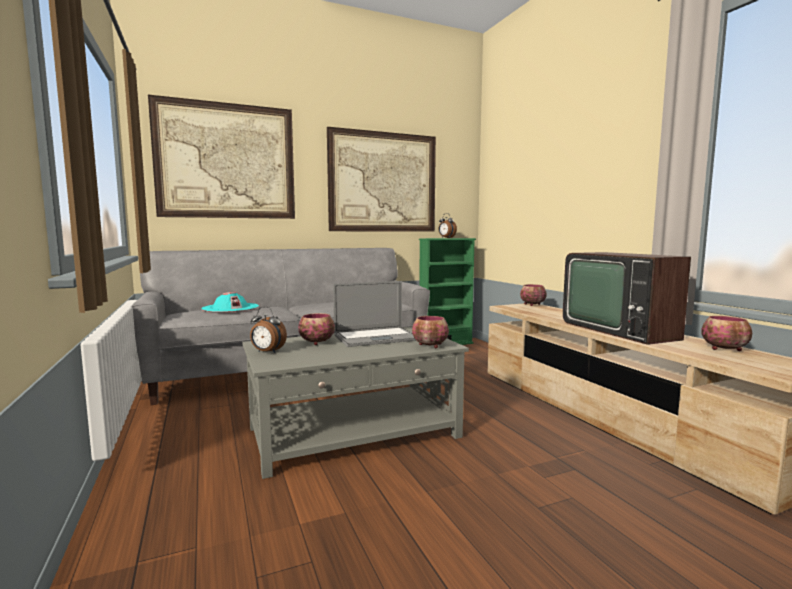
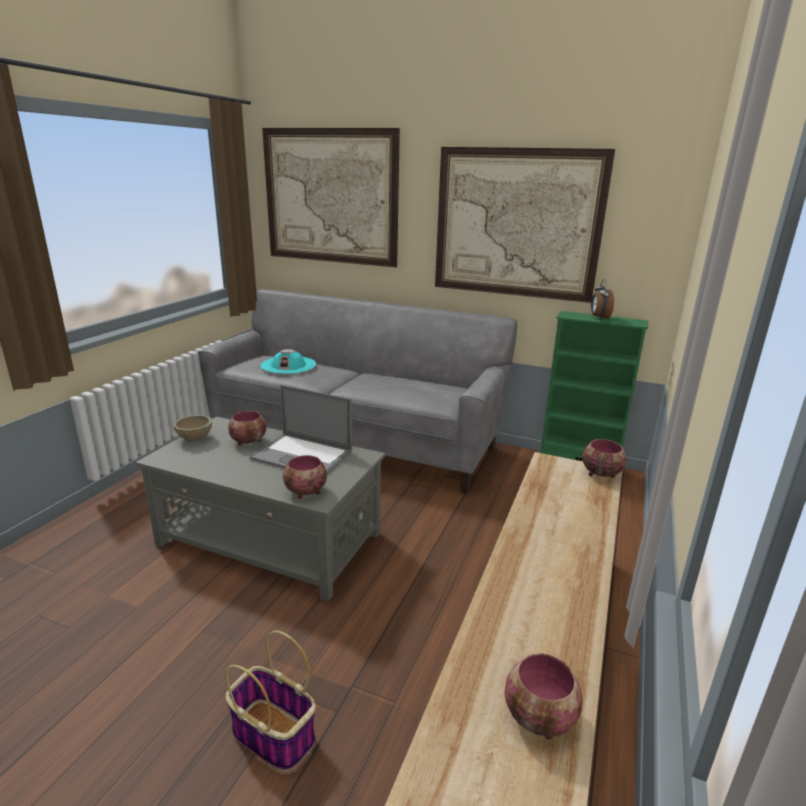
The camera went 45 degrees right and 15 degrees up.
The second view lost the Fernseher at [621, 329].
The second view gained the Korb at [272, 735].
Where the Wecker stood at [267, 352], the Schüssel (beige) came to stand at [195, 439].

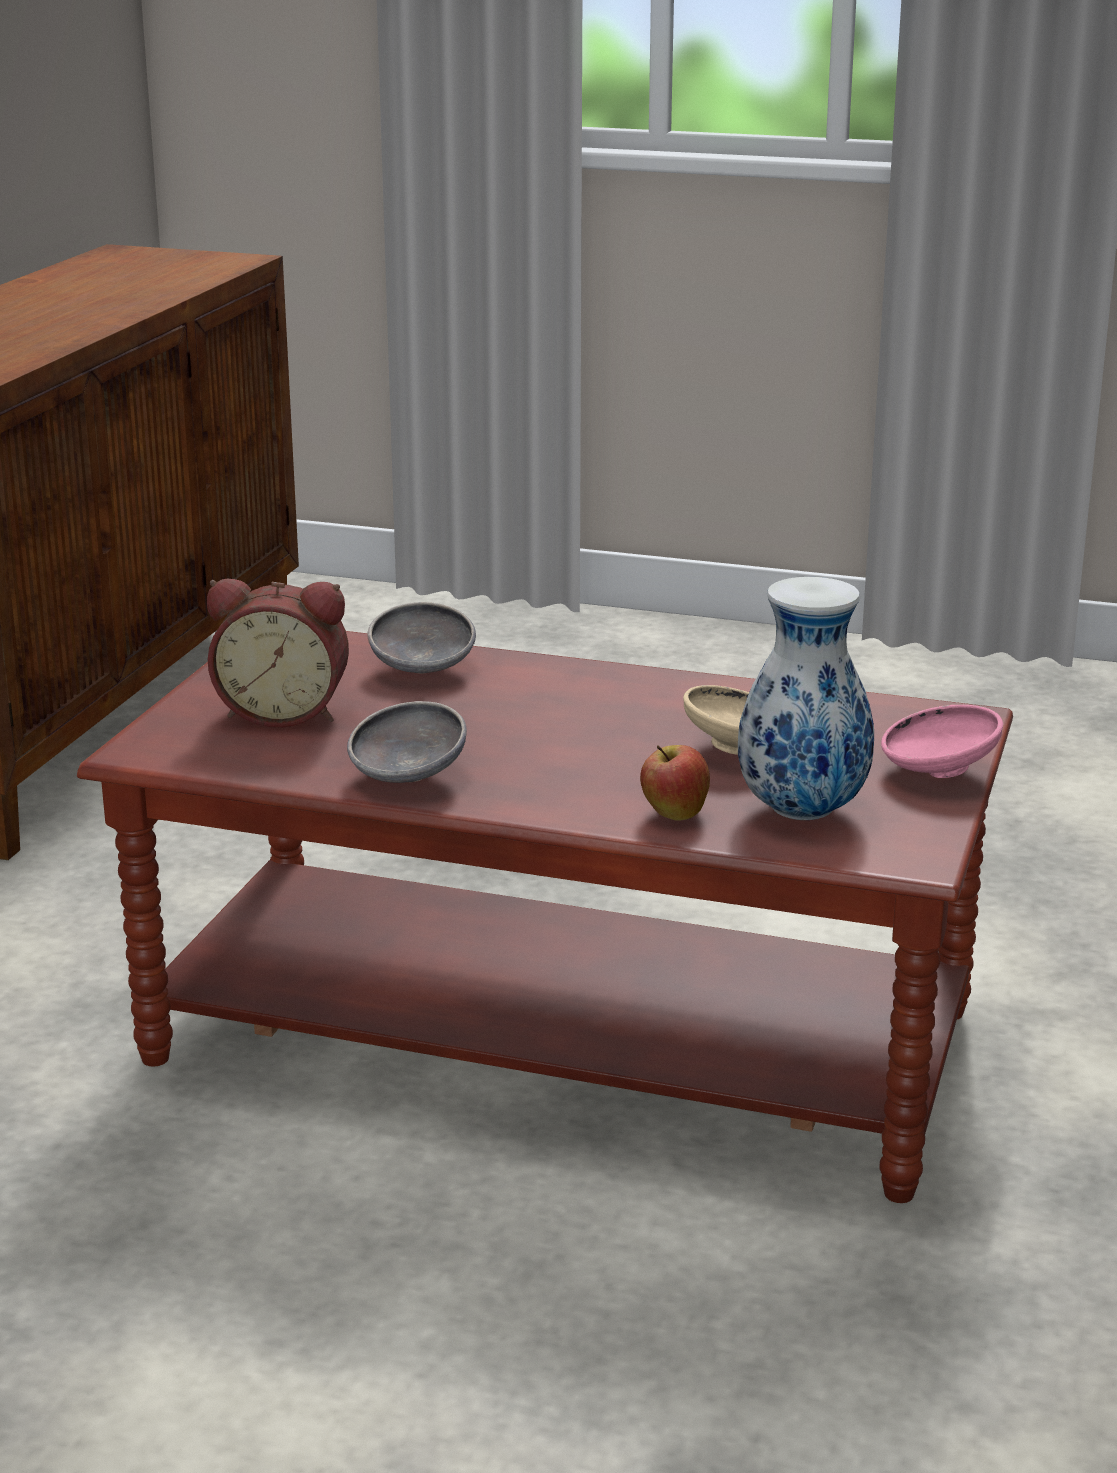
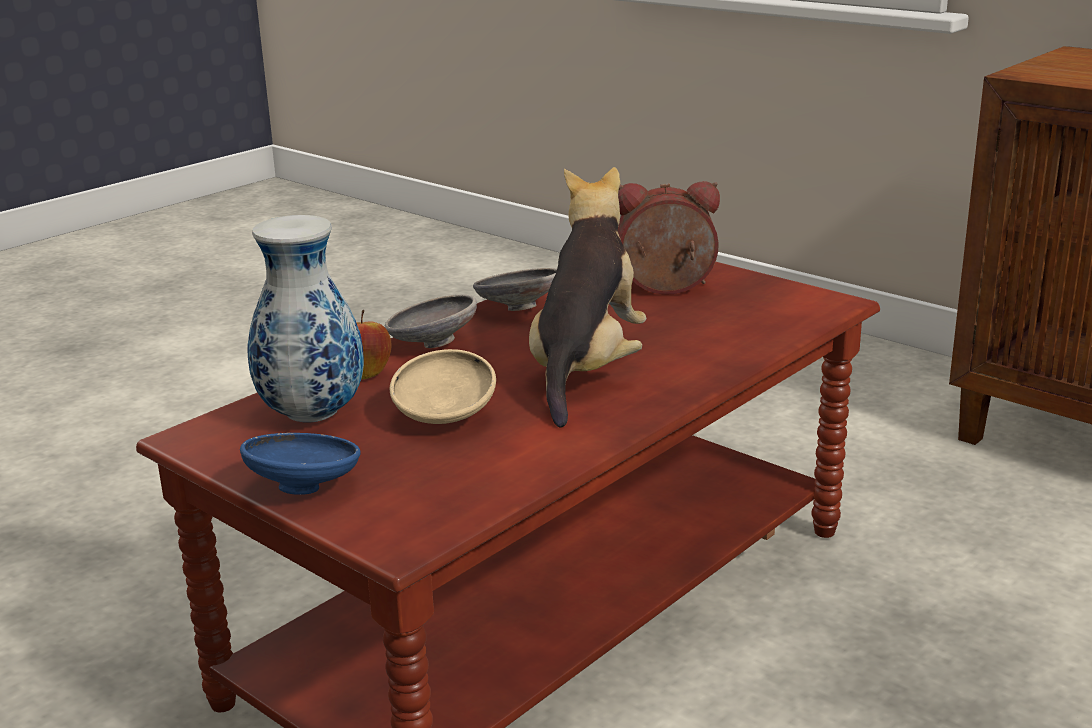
The camera went 115 degrees right and 0 degrees up.
The second view gained the Plüschtier at [586, 370].
The Schüssel (grau) ended up elsewhere, having gone from [422, 671] to [431, 344].
What was the Schüssel (rosa) at [936, 773] turned into the Schüssel (blau) at [306, 487].
The Wecker at [284, 712] ended up facing another way, 60 degrees clockwise from before.

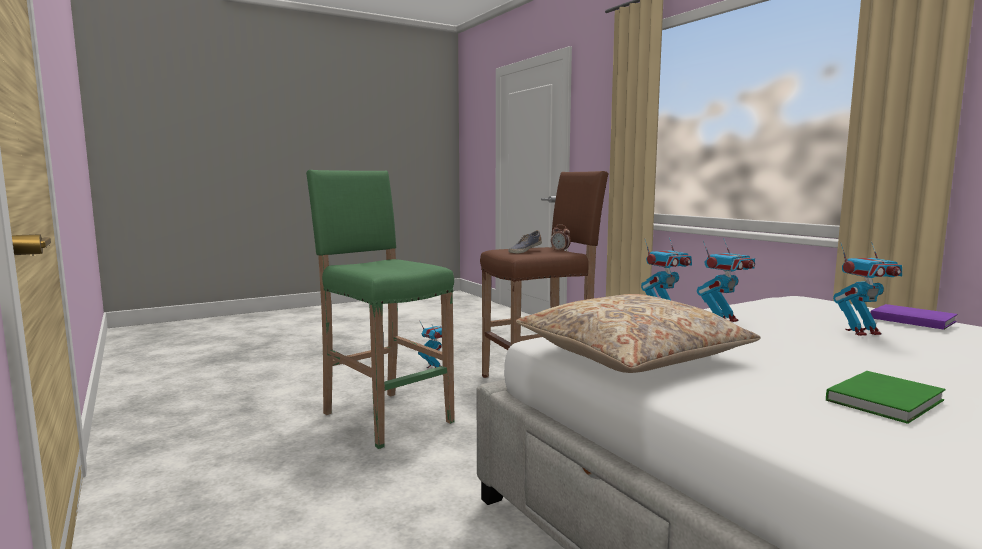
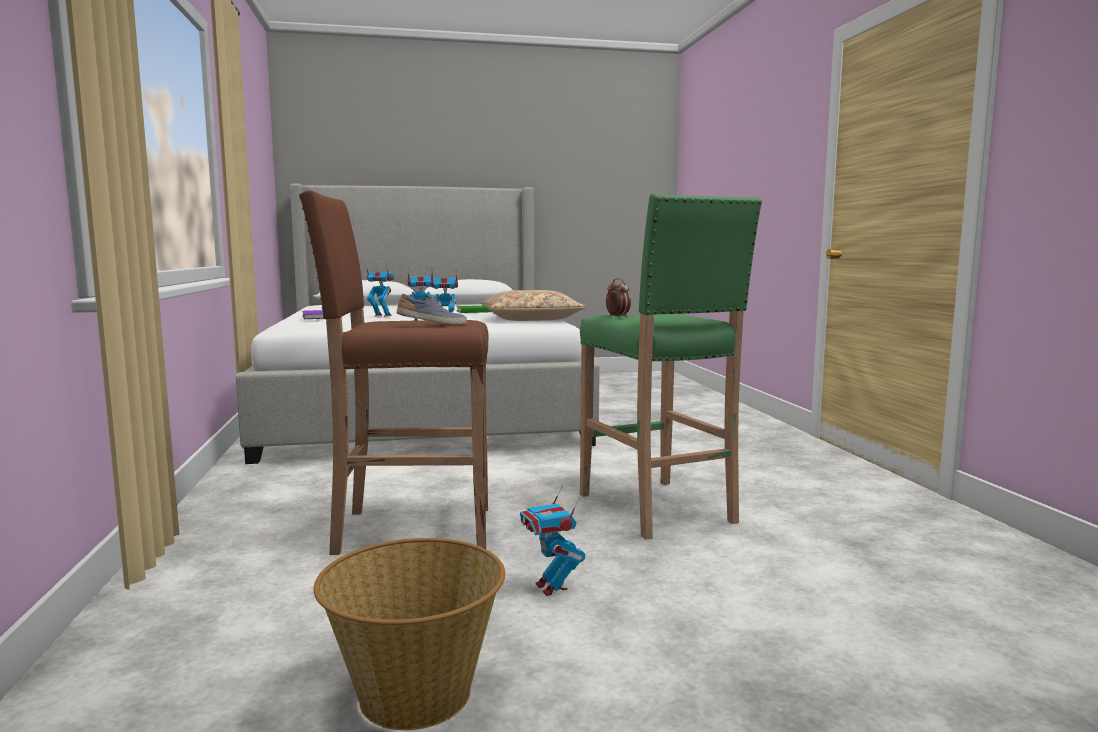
The camera went 160 degrees left and 0 degrees up.
The second view gained the Korb at [415, 696].
The Wecker ended up elsewhere, having gone from [560, 251] to [617, 317].

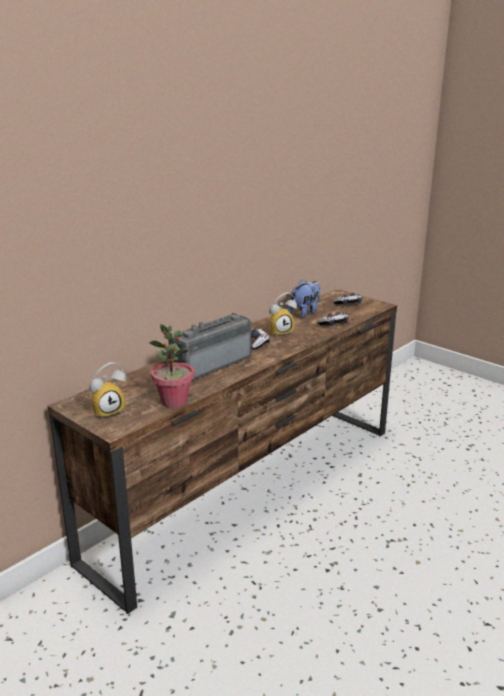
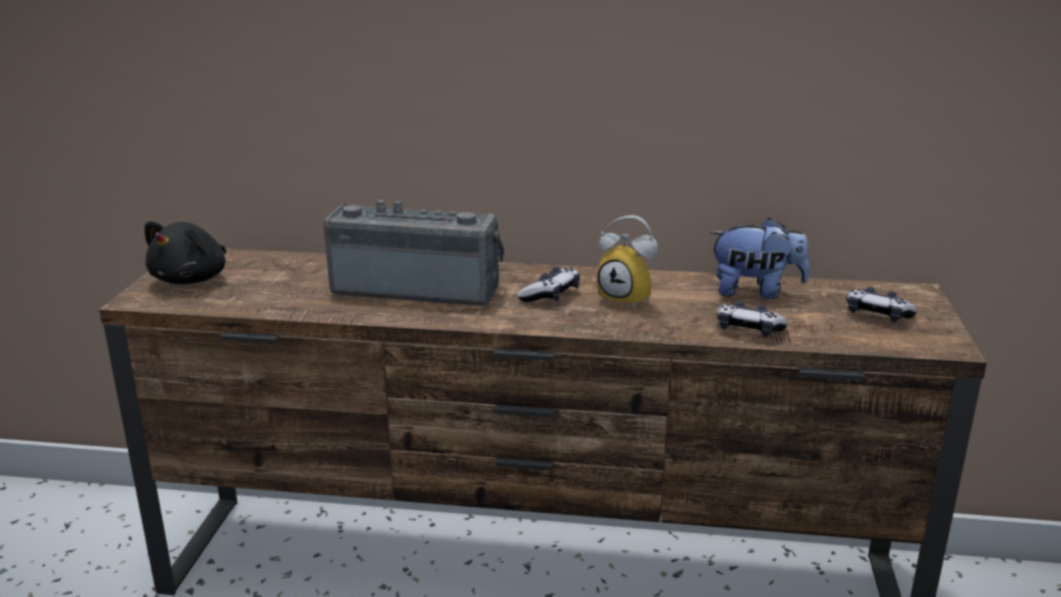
The camera went 55 degrees right and 0 degrees up.
The second view lost the Topfpflanze at [174, 401].
Where the Wecker stood at [108, 411], the Plüschtier (schwarz) came to stand at [192, 279].

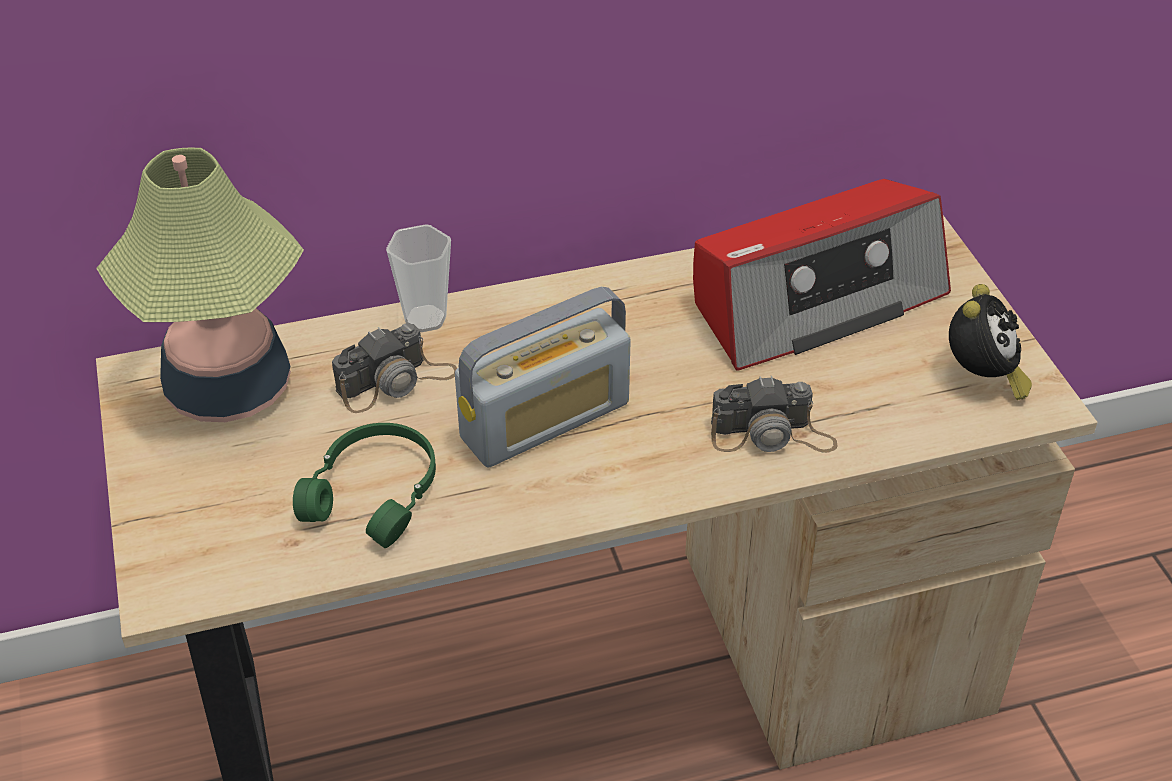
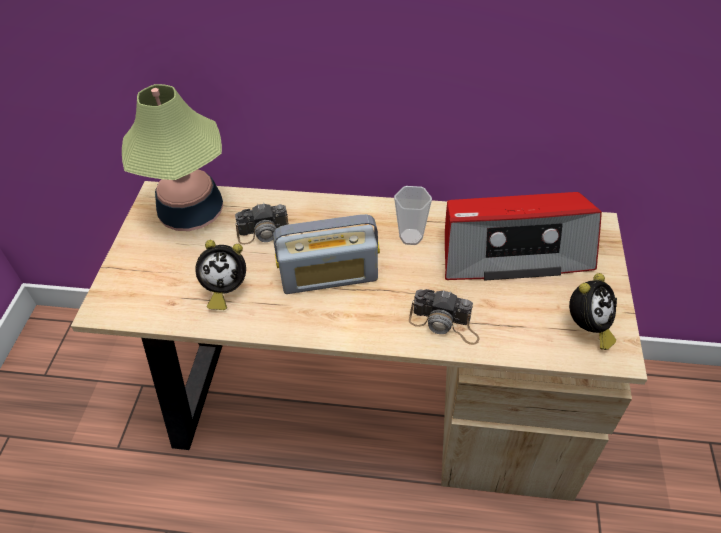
The camera went 25 degrees right and 5 degrees up.
The Tasse ended up elsewhere, having gone from [425, 319] to [411, 237].
Where the Kopfhörer (grün) stood at [376, 493], the Wecker came to stand at [225, 290].

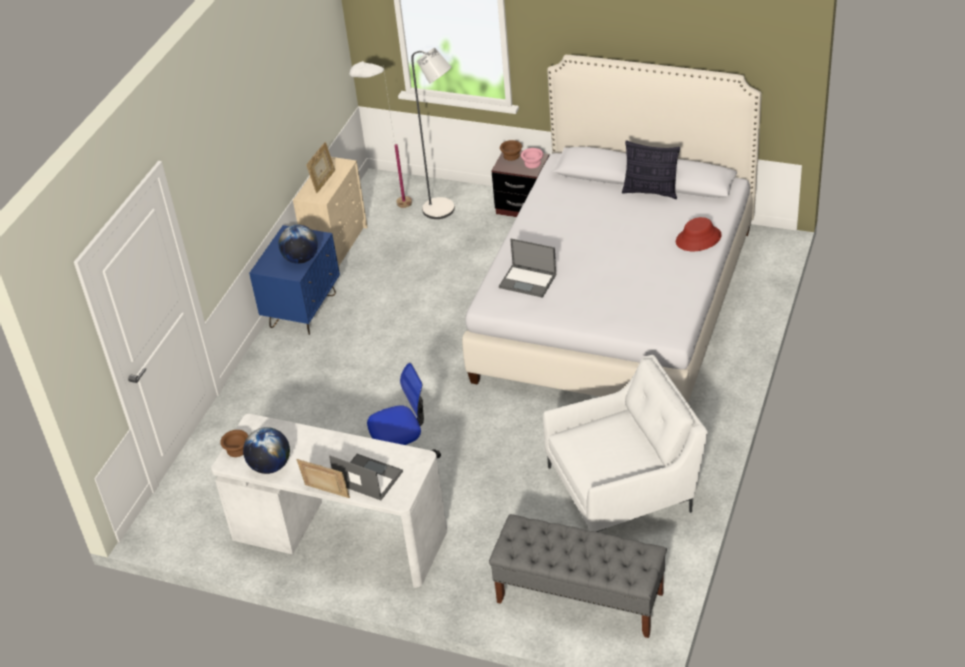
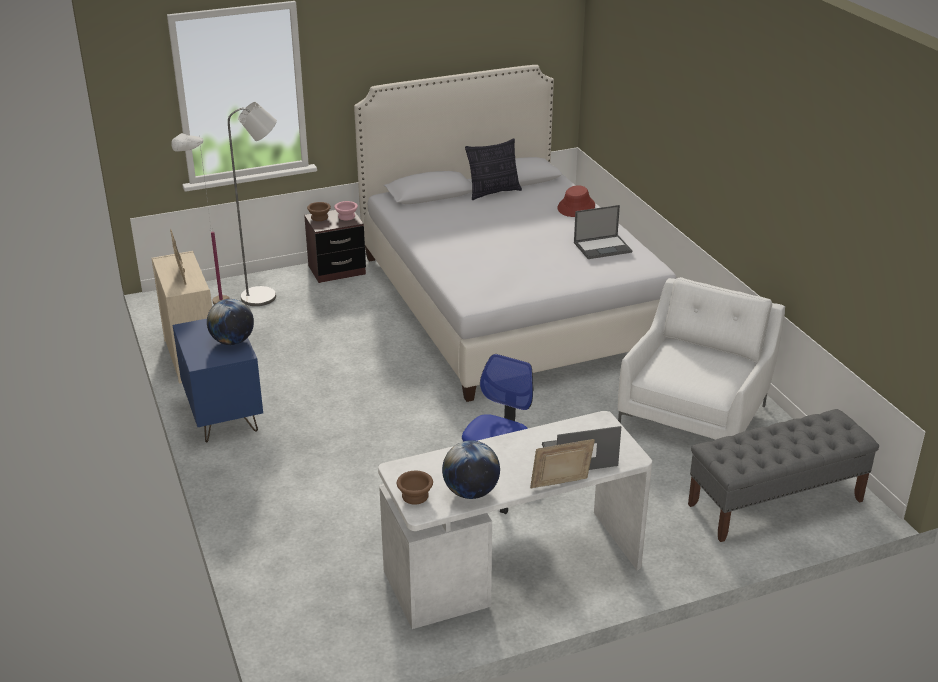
The camera went 45 degrees left and 10 degrees down.
The Laptop ended up elsewhere, having gone from [528, 281] to [603, 247].

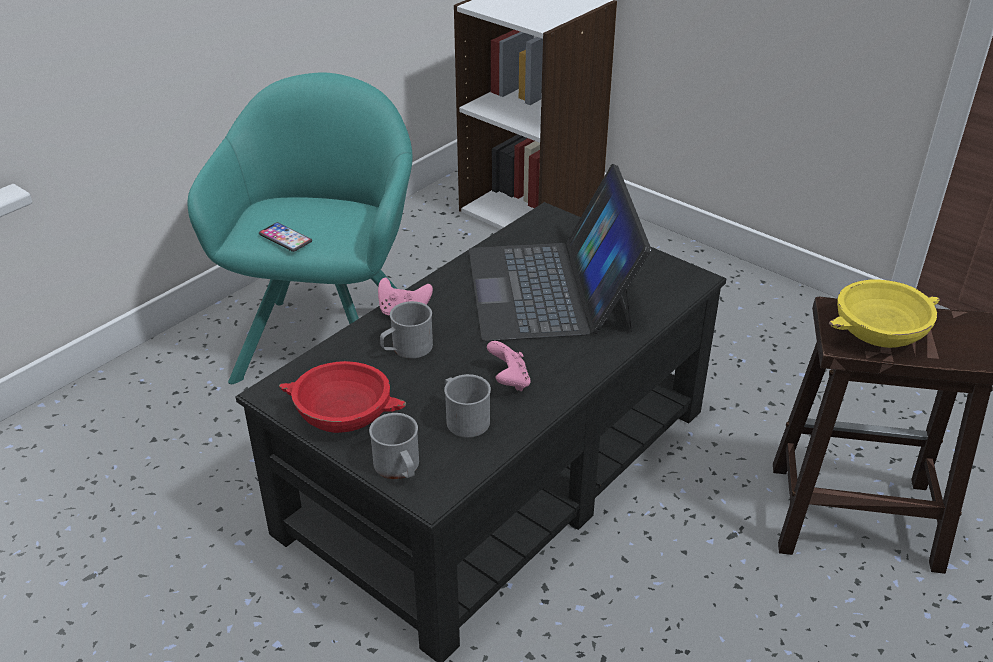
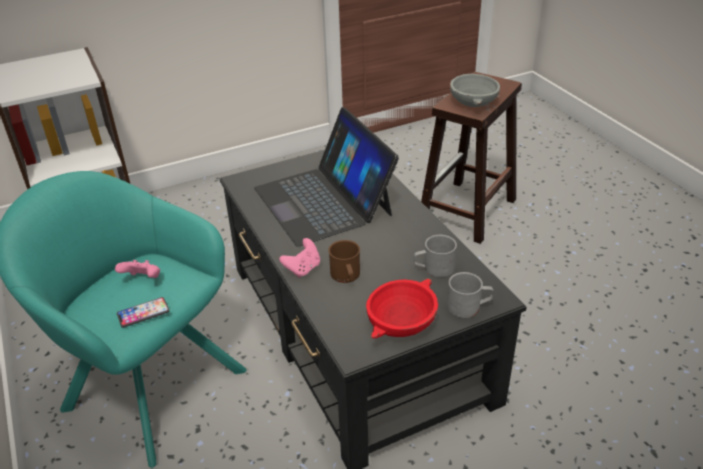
The camera went 65 degrees left and 0 degrees up.
The Gamepad (rosa) ended up elsewhere, having gone from [509, 381] to [143, 279].
What was the Henkelbecher (grau) at [406, 349] turned into the Henkelbecher (braun) at [346, 276].
What was the Schüssel (gelb) at [879, 331] turned into the Schüssel (grau) at [472, 101].
The Laptop at [551, 289] ended up facing another way, 45 degrees clockwise from before.

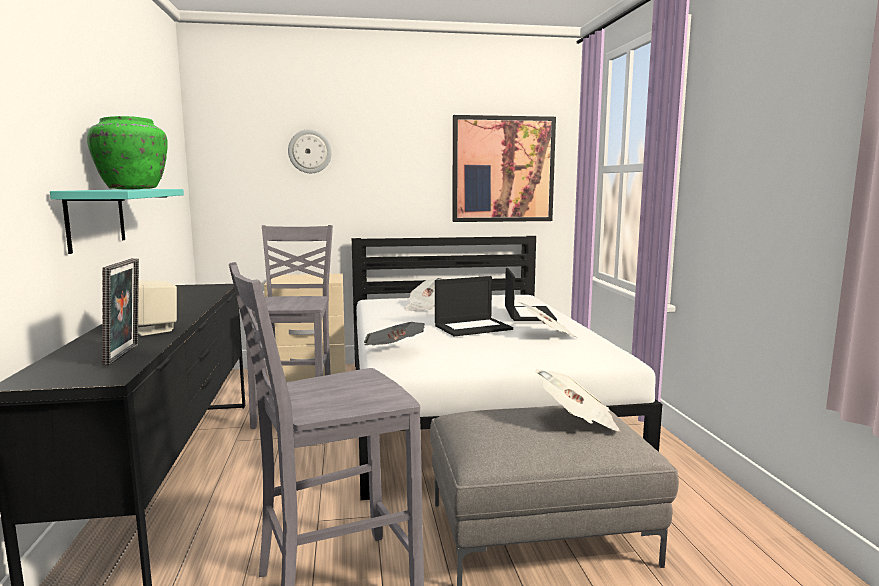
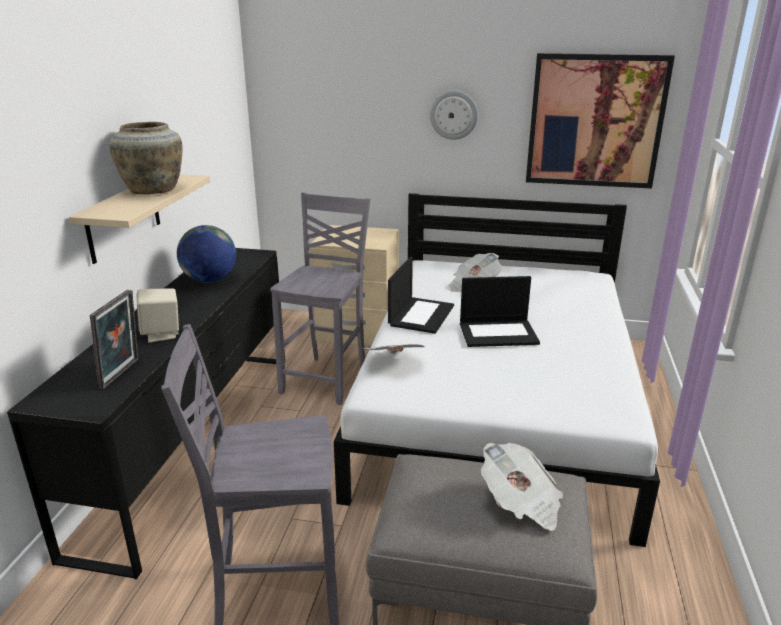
The camera went 20 degrees right and 15 degrees up.
The second view lost the Zeitung at [547, 335].
The second view gained the Globus at [210, 280].
The Wanduhr ended up elsewhere, having gone from [310, 151] to [453, 115].
The Laptop ended up elsewhere, having gone from [528, 314] to [421, 315].
What was the Wandregal (türkis) at [96, 218] turned into the Wandregal (beige) at [124, 217].
What was the Vase (grün) at [133, 189] turned into the Vase (beige) at [154, 190].

